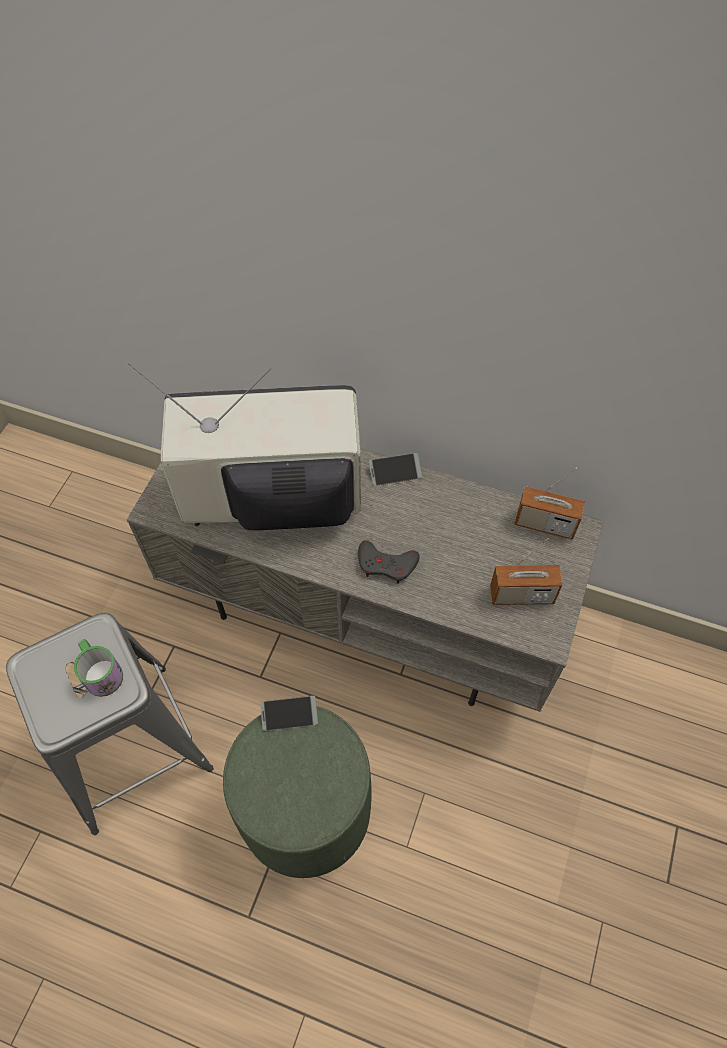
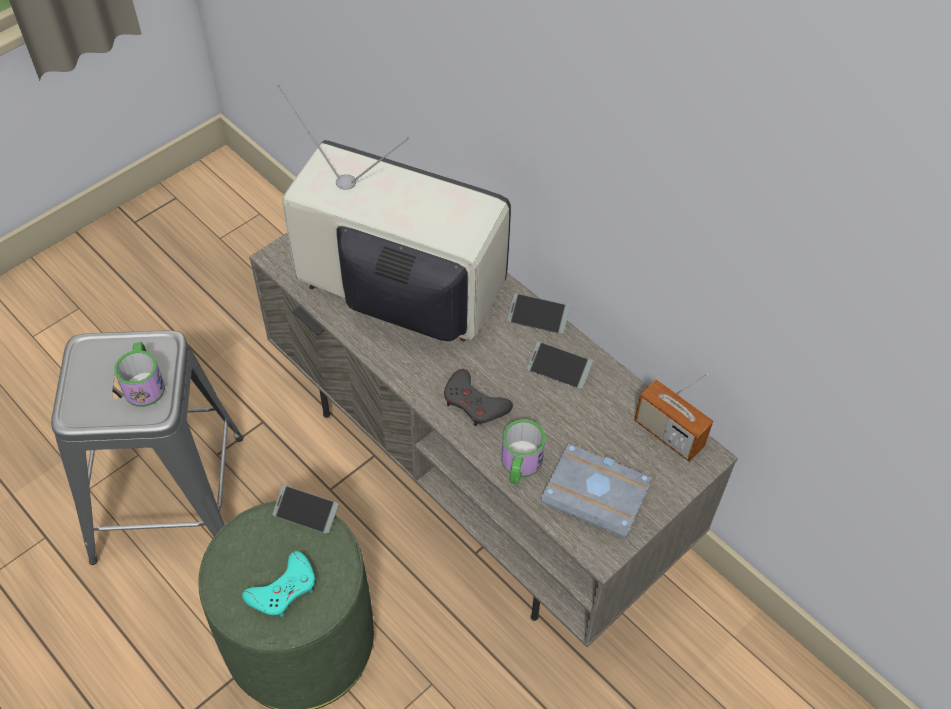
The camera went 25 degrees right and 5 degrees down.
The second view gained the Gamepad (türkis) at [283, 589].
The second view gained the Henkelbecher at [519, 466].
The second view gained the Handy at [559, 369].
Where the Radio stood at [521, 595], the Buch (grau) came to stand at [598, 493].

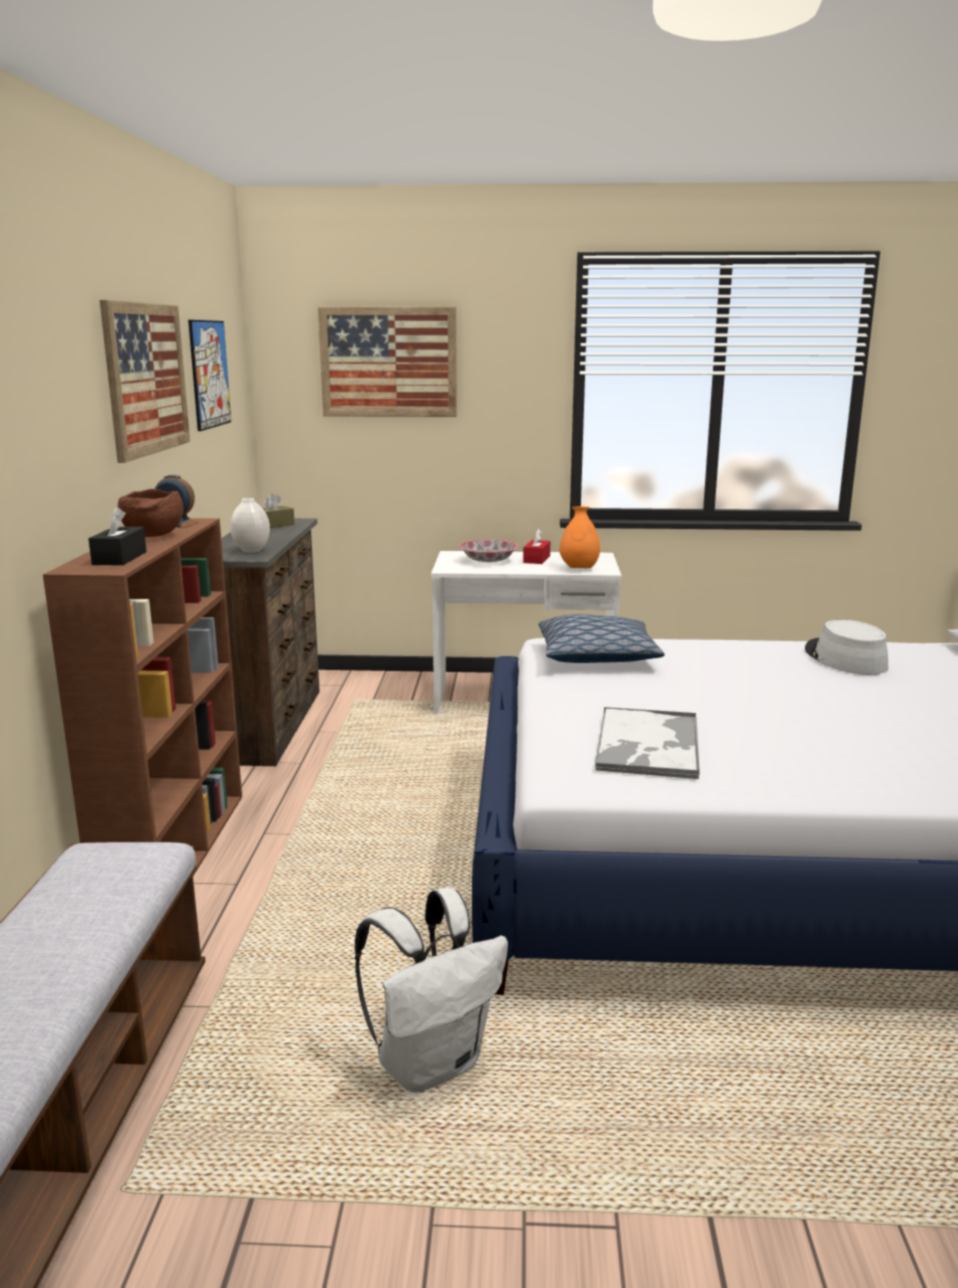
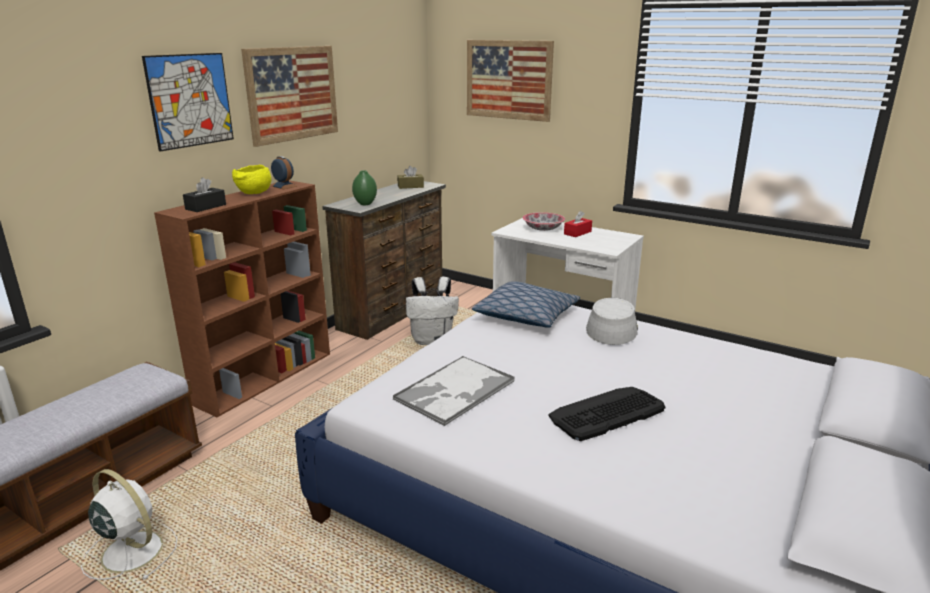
The camera went 30 degrees right and 5 degrees up.
The second view lost the Vase (orange) at [579, 569].
The second view gained the Ventilator (weiß) at [130, 551].
The second view gained the Tastatur at [606, 413].
The Bild ended up elsewhere, having gone from [209, 374] to [190, 100].
The Rucksack (weiß) ended up elsewhere, having gone from [431, 1062] to [432, 340].
The Hut (grau) ended up elsewhere, having gone from [844, 658] to [611, 328].
What was the Schüssel (braun) at [154, 536] turned into the Schüssel (gelb) at [253, 194].
What was the Vase (weiß) at [252, 551] turned into the Vase (grün) at [365, 204].

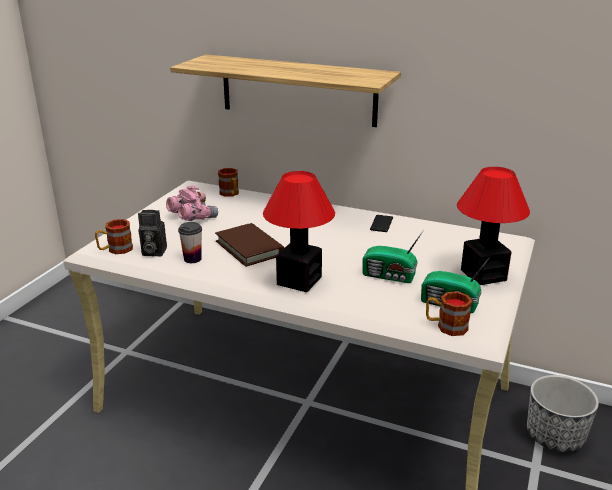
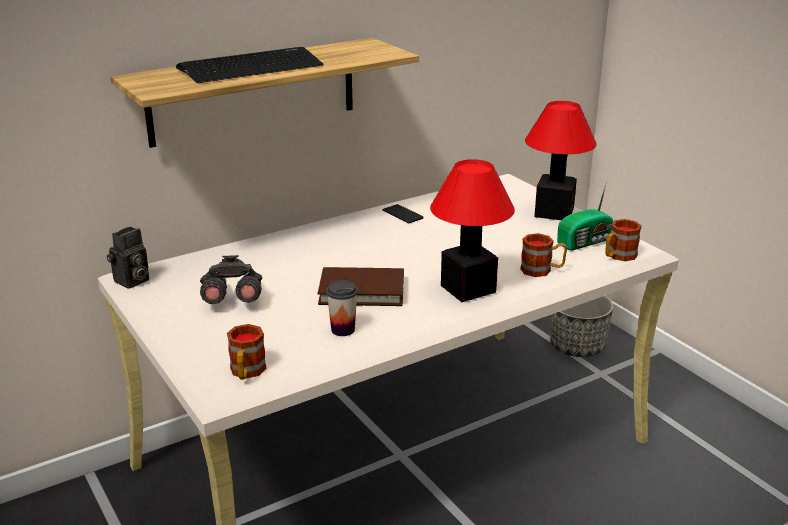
The camera went 55 degrees left and 0 degrees up.
The second view lost the Radio at [390, 276].
The second view gained the Tastatur at [251, 67].
The Kamera ended up elsewhere, having gone from [152, 252] to [131, 281].
The Henkelbecher ended up elsewhere, having gone from [230, 194] to [542, 270].
What was the Fernglas (rosa) at [192, 218] turned into the Fernglas (grau) at [232, 301].

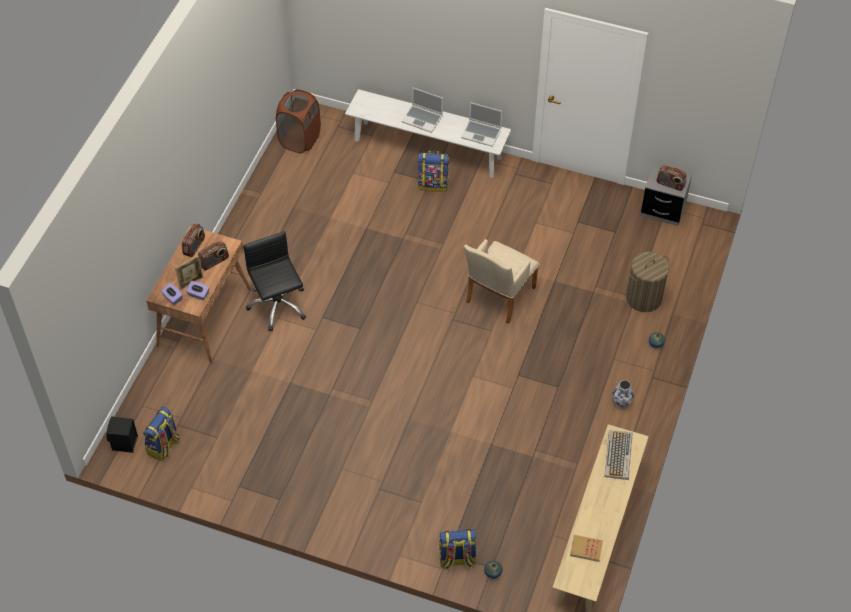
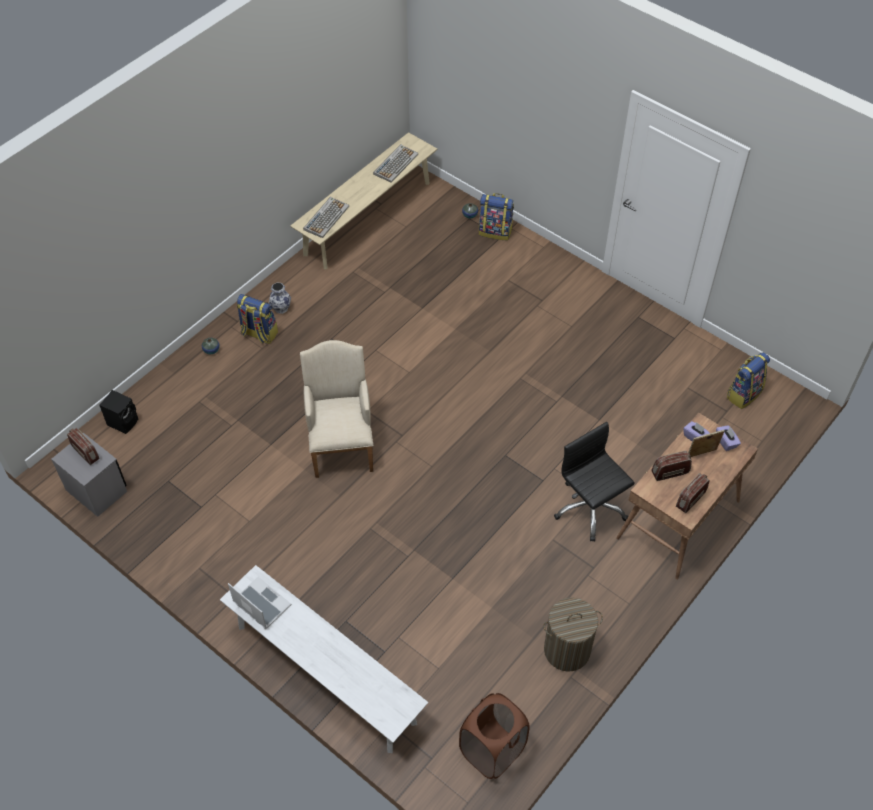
The camera went 160 degrees left and 0 degrees up.
The second view lost the Laptop at [423, 119].
The Lautsprecher (schwarz) ended up elsewhere, having gone from [124, 444] to [123, 421].
The Rucksack ended up elsewhere, having gone from [433, 184] to [259, 333].
The Wäschekorb ended up elsewhere, having gone from [644, 298] to [566, 650].
Where the Buch stood at [586, 549], the Tastatur came to stand at [395, 164].
The Bürostuhl (schwarz) at [278, 306] ended up facing another way, 150 degrees clockwise from before.
The Sessel (beige) at [498, 298] ended up facing another way, 60 degrees counterclockwise from before.

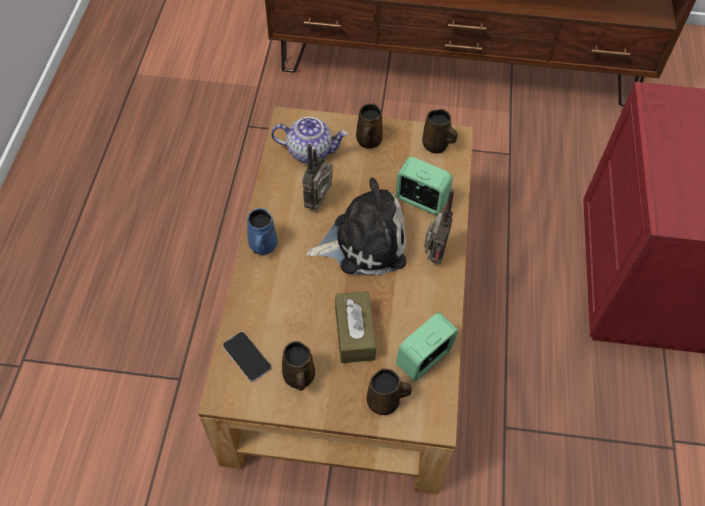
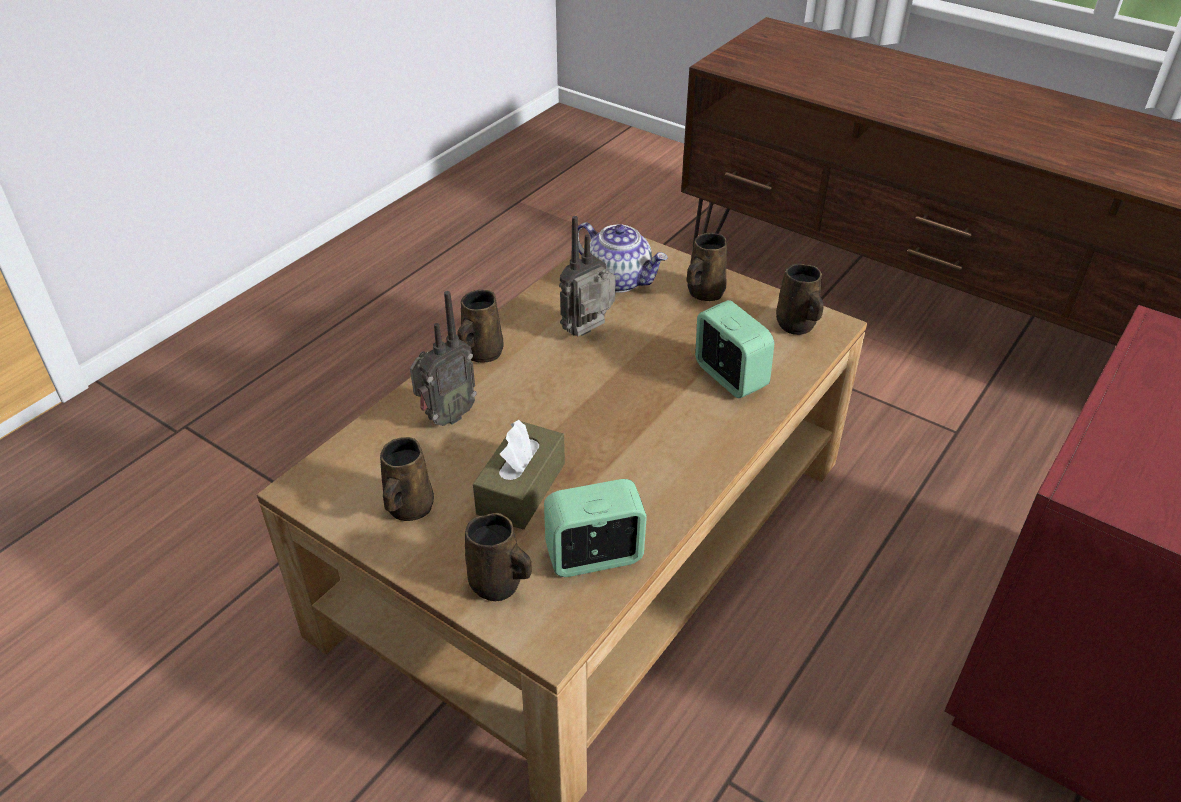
The camera went 30 degrees right and 15 degrees down.
The second view lost the Handy at [247, 356].
The second view lost the Plüschtier at [363, 242].
The Radio ended up elsewhere, having gone from [433, 255] to [445, 417].
What was the Henkelbecher (blau) at [263, 246] turned into the Henkelbecher (braun) at [481, 353].

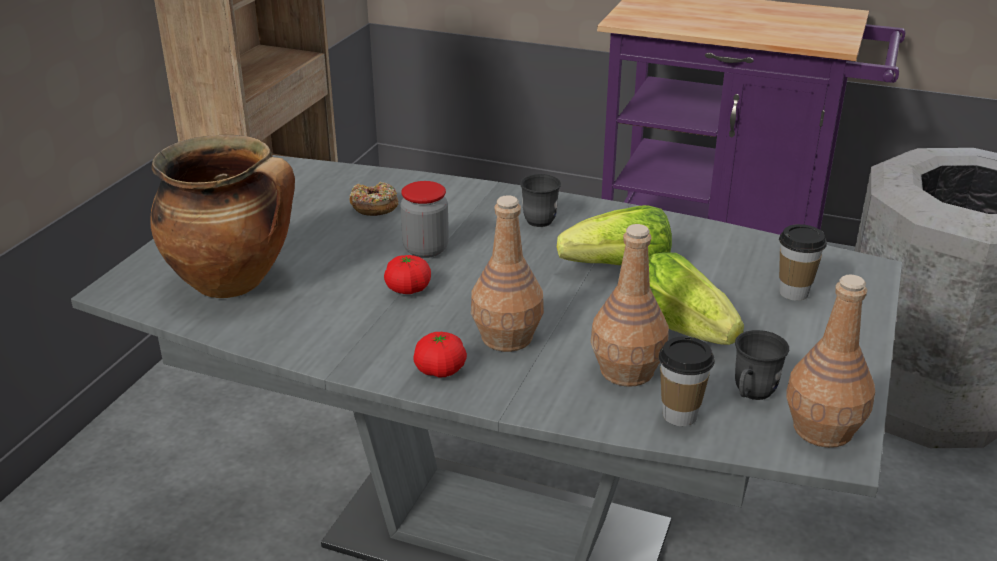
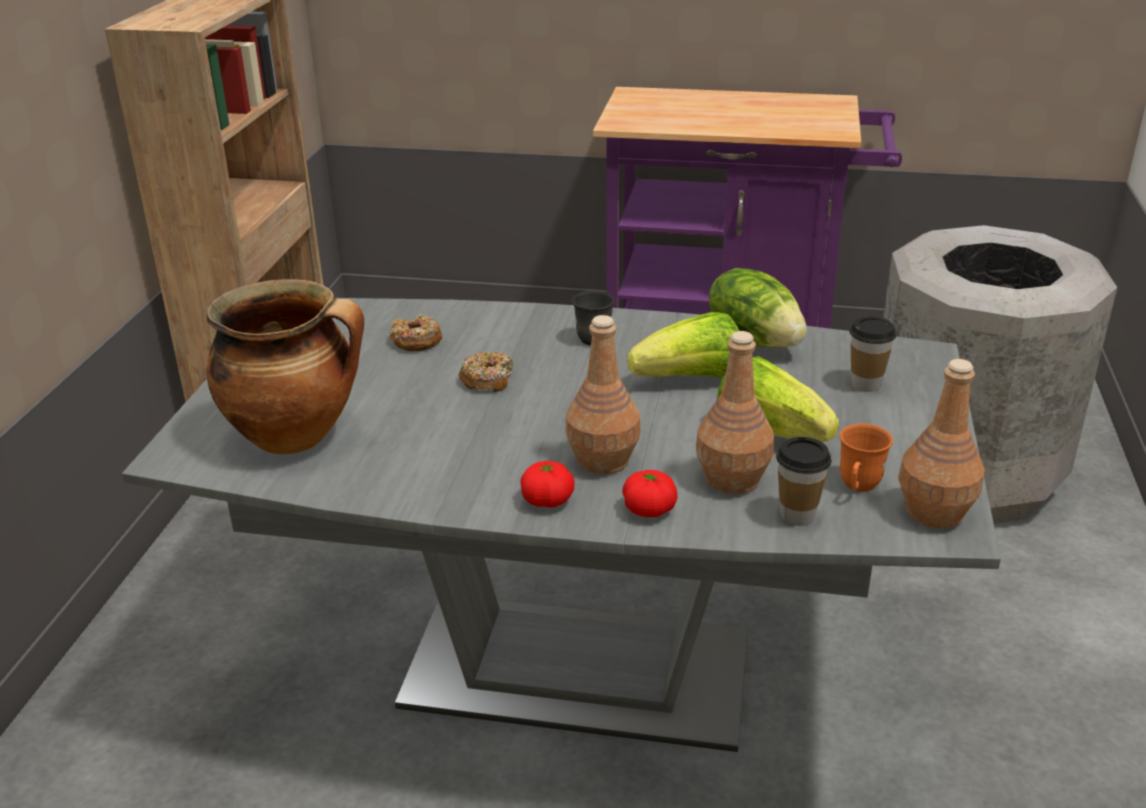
The camera went 10 degrees left and 0 degrees up.
The second view gained the Salatkopf at [755, 339].
The Tomate ended up elsewhere, having gone from [408, 289] to [649, 510].
Where the Vorratsglas stood at [426, 249], the Donut came to stand at [487, 380].
What was the Henkelbecher (grau) at [751, 394] turned into the Henkelbecher (orange) at [857, 487].

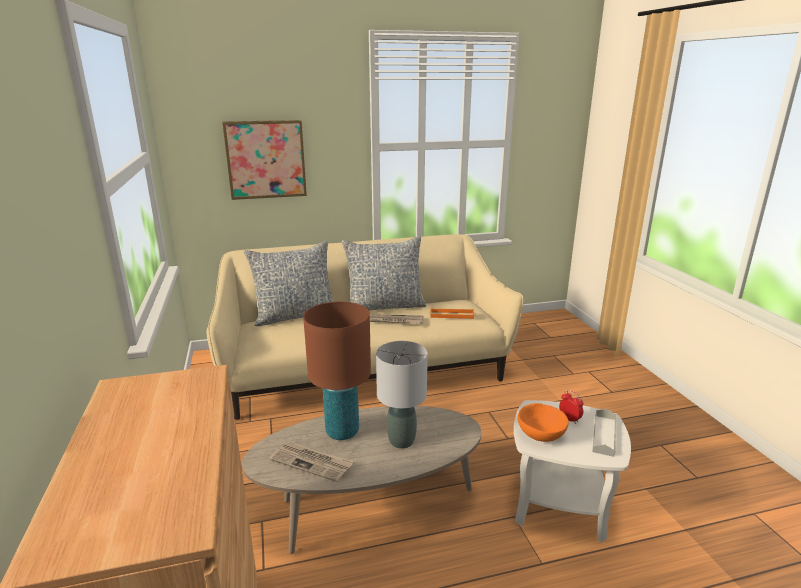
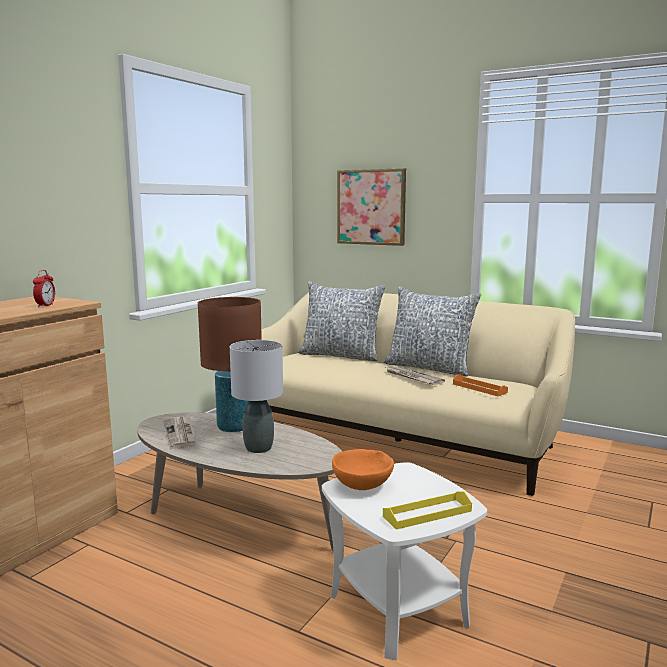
The camera went 45 degrees right and 10 degrees down.
The Wecker ended up elsewhere, having gone from [569, 419] to [45, 306].
What was the Tablett (grau) at [604, 435] turned into the Tablett (gelb) at [427, 513].

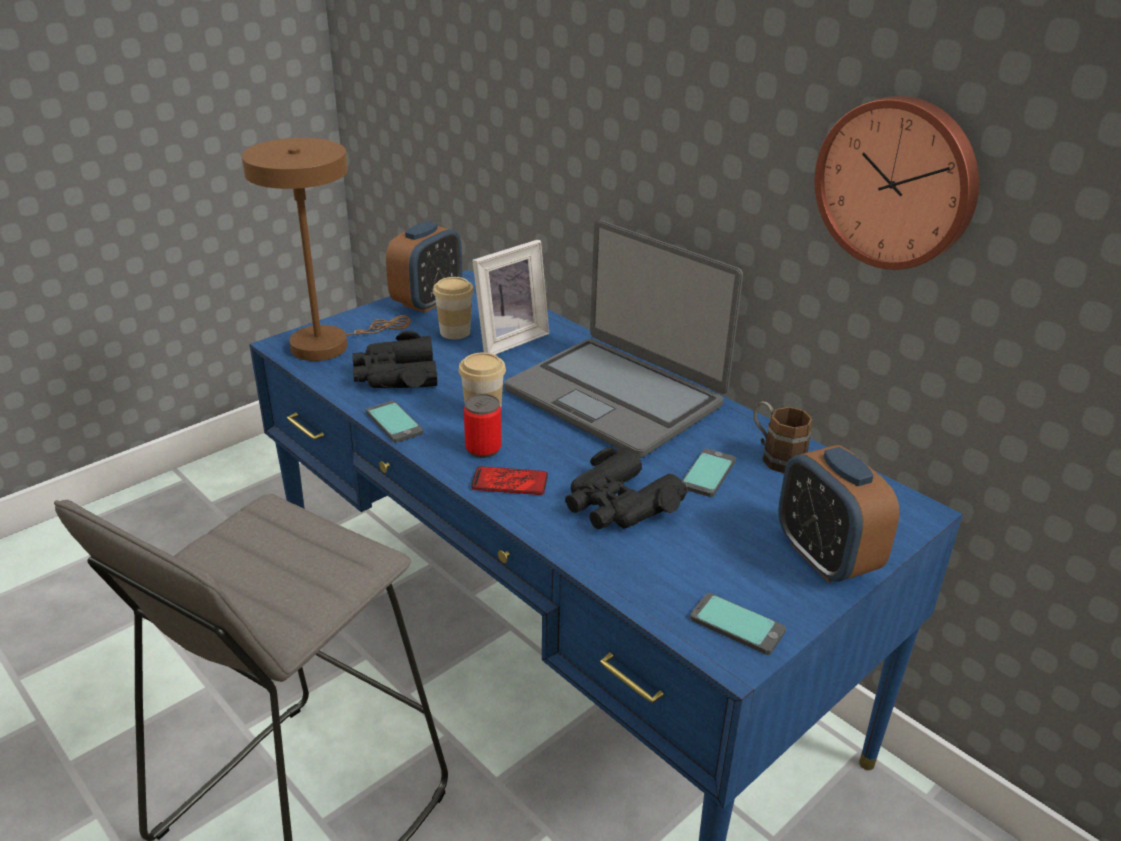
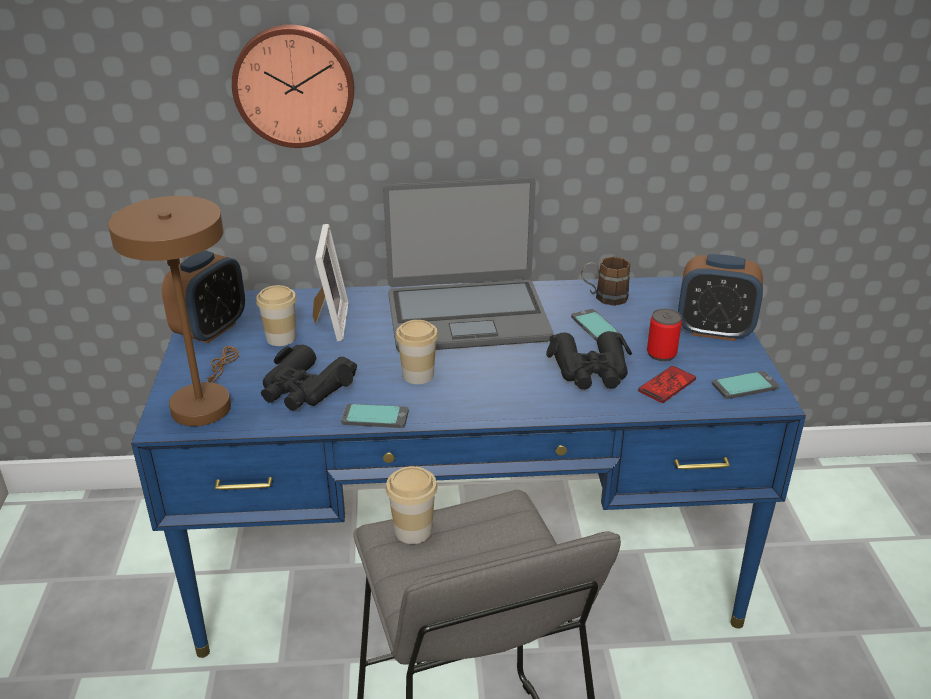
The camera went 50 degrees left and 0 degrees up.
The second view gained the Tasse at [413, 530].
The Dose ended up elsewhere, having gone from [483, 448] to [661, 354].
The Handy ended up elsewhere, having gone from [509, 482] to [667, 385].
The Wanduhr ended up elsewhere, having gone from [898, 182] to [294, 85].
The Wecker at [427, 301] ended up facing another way, 45 degrees clockwise from before.

